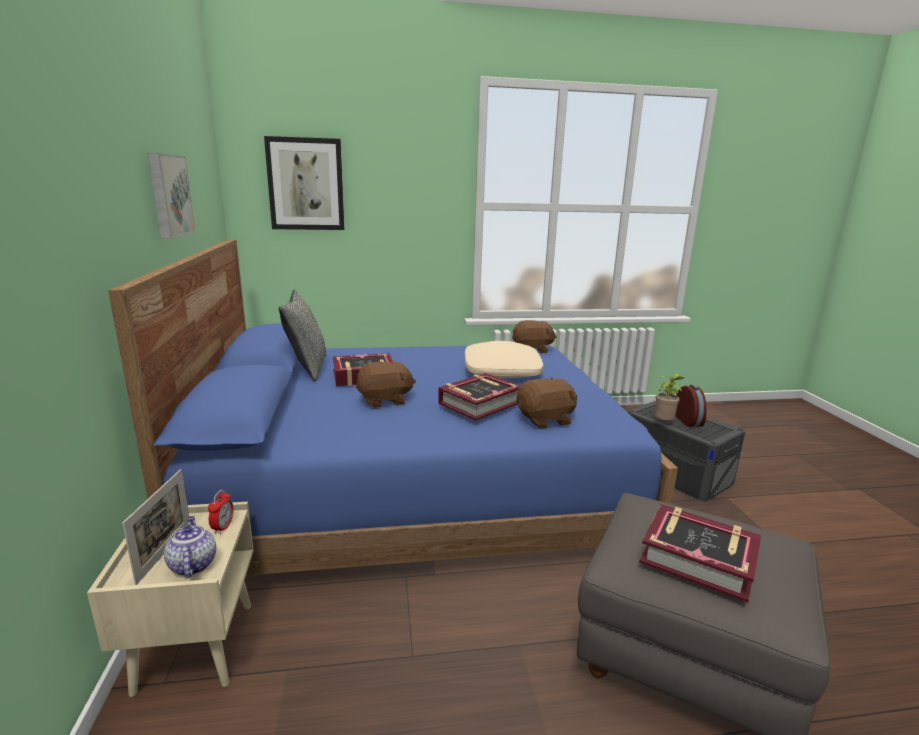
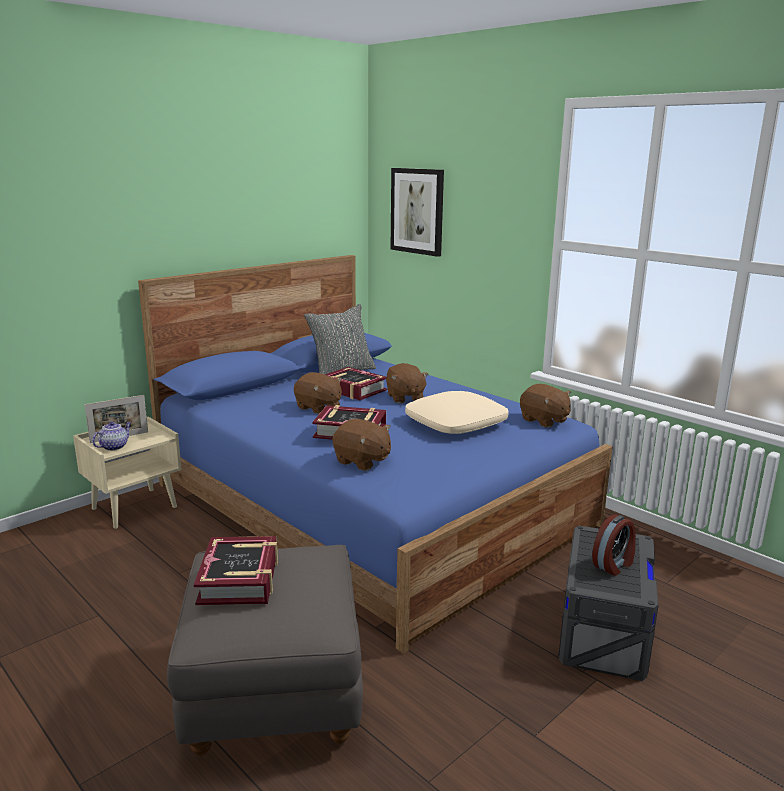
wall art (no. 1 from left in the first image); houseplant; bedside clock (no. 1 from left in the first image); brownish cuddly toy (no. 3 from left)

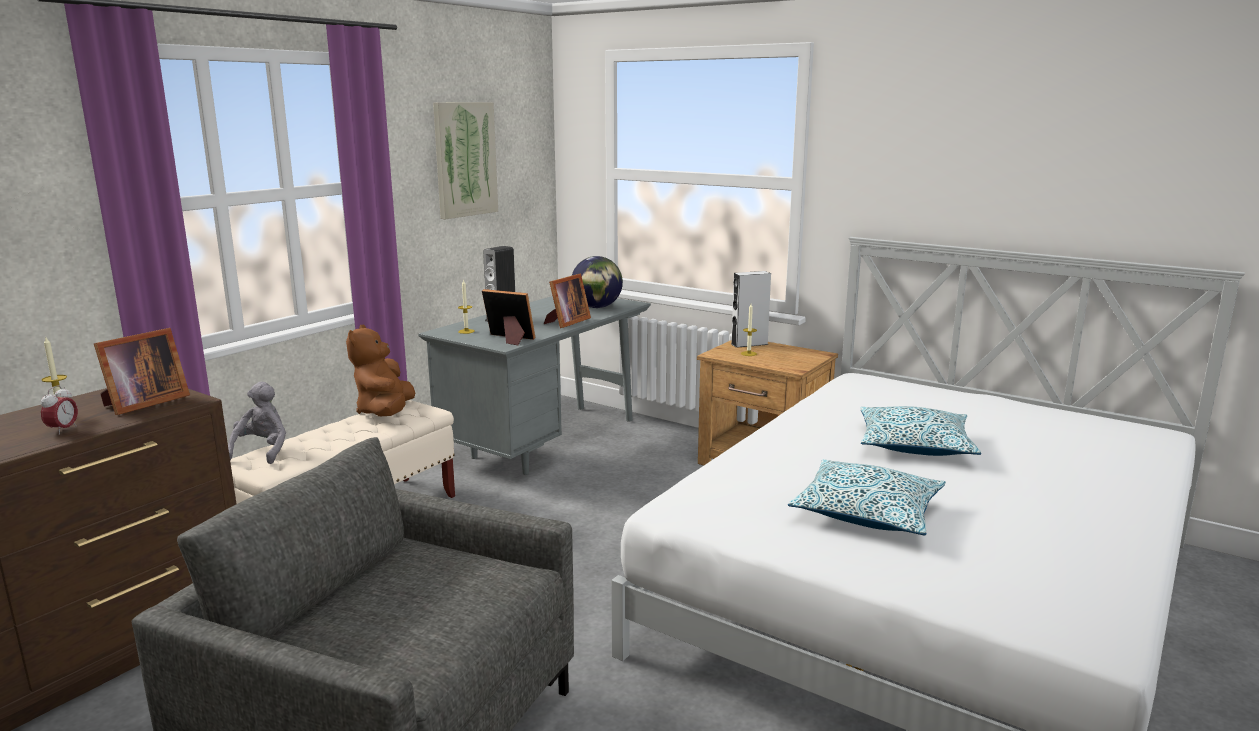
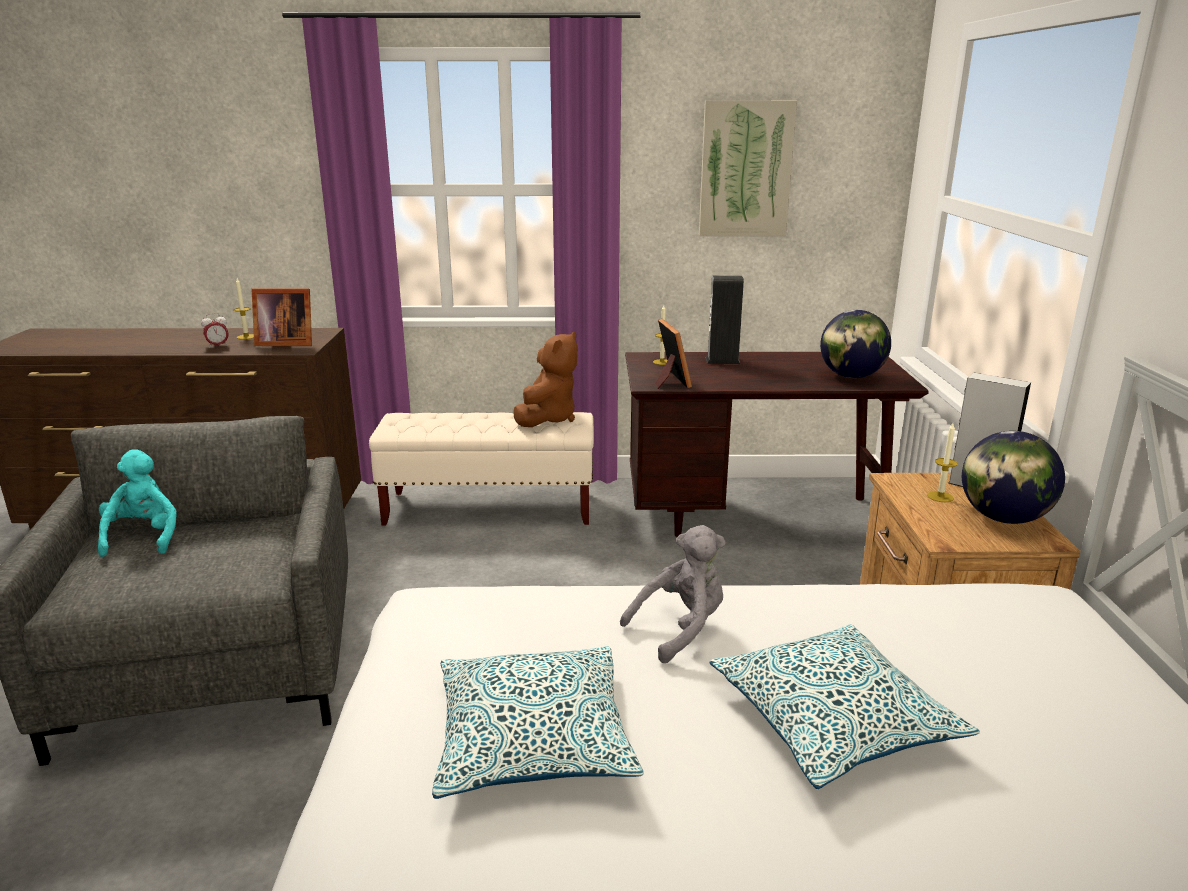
photo frame (no. 3 from left in the first image); brownish desk table; brownish cuddly toy; greyish cuddly toy; desk globe (no. 2 from left); turquoise cuddly toy

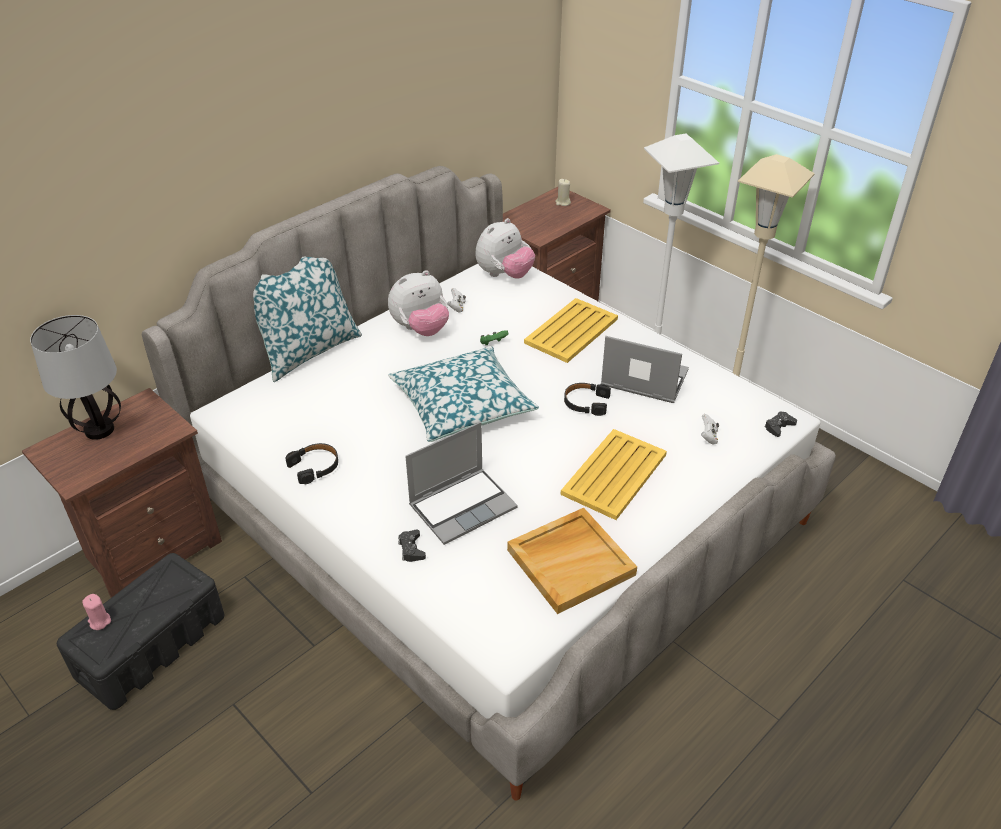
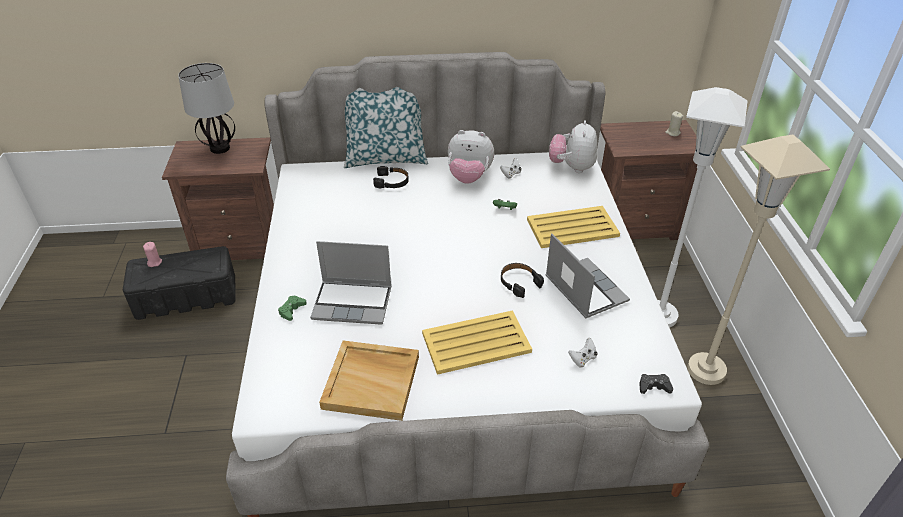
cuddly toy (no. 2 from left); pillow (no. 2 from left in the first image); black pair of headphones (no. 1 from left); green joypad (no. 1 from left)

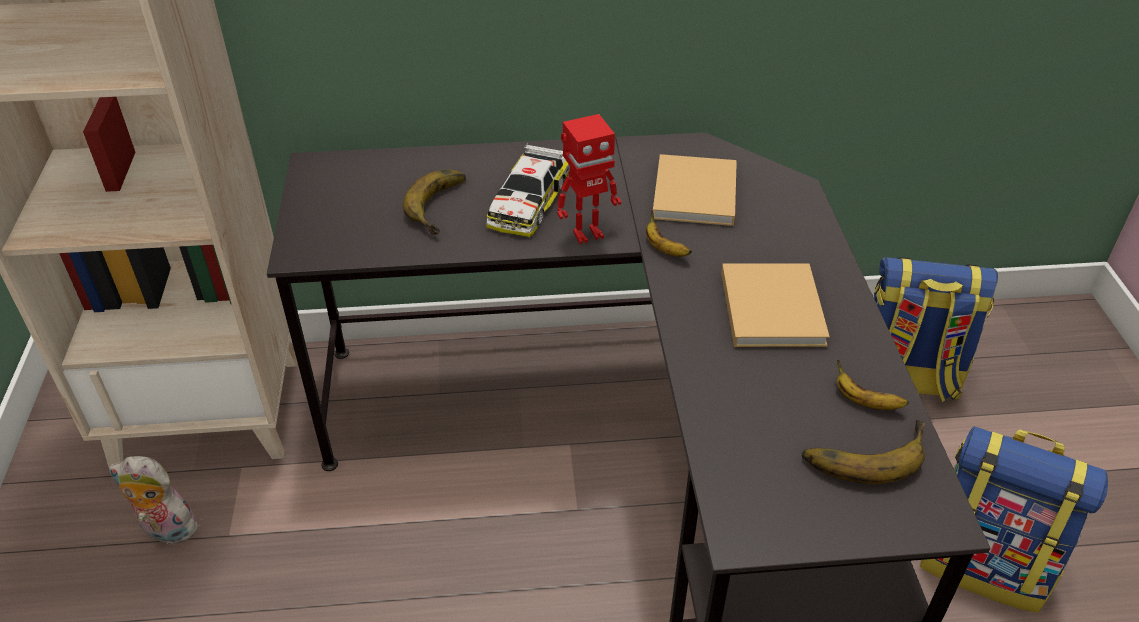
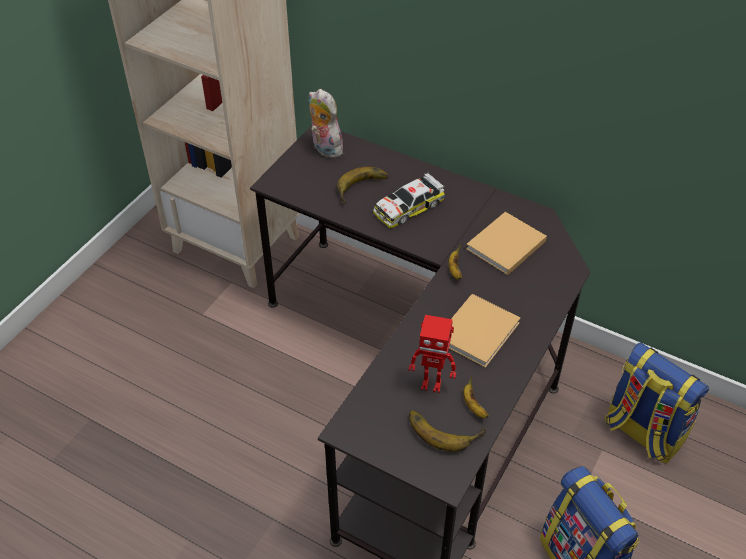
robot figure; cuddly toy

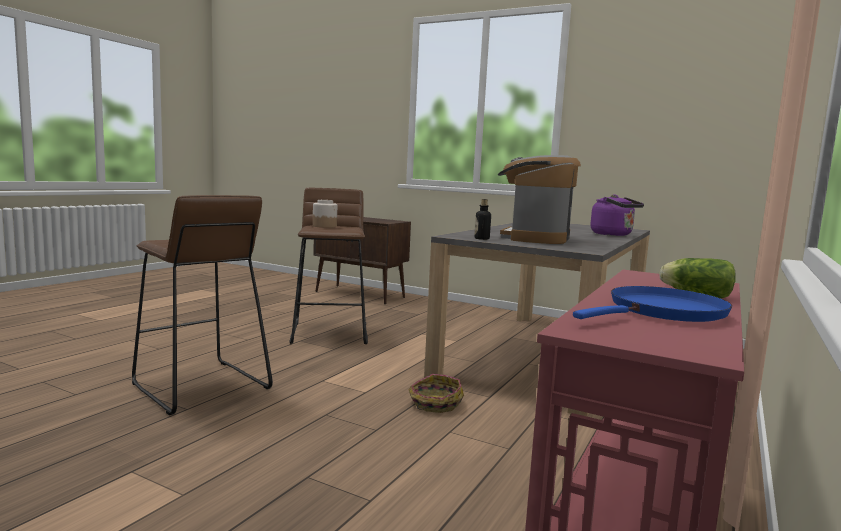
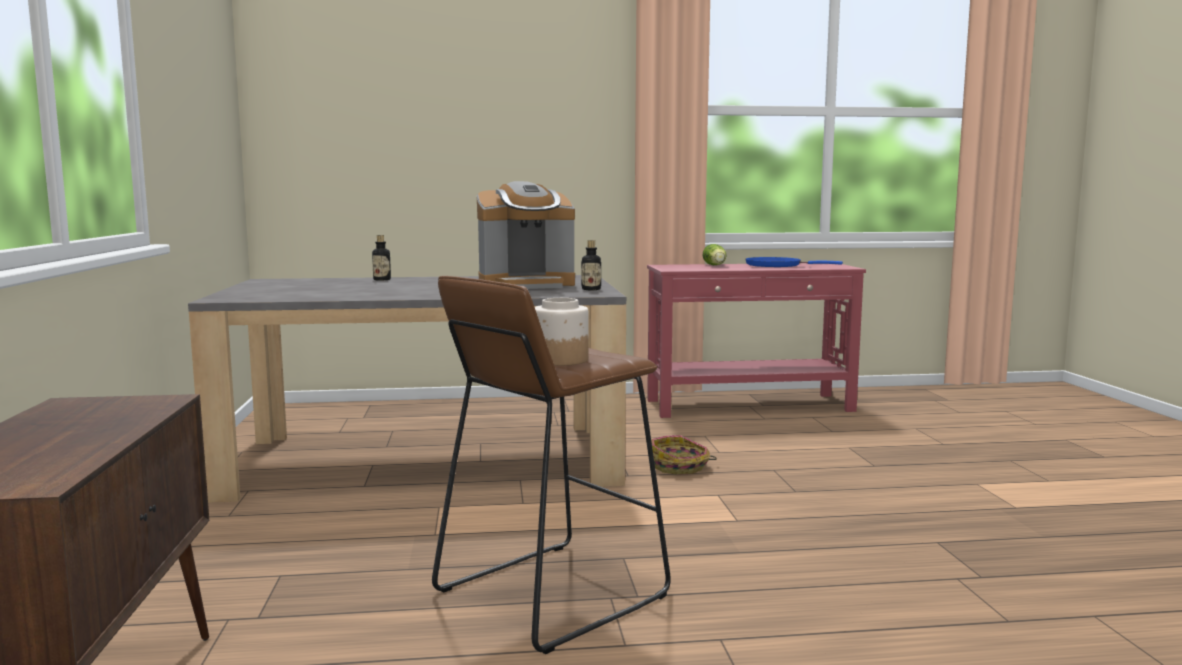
beverage bottle (no. 1 from left); brownish sitting stool (no. 1 from left in the first image)

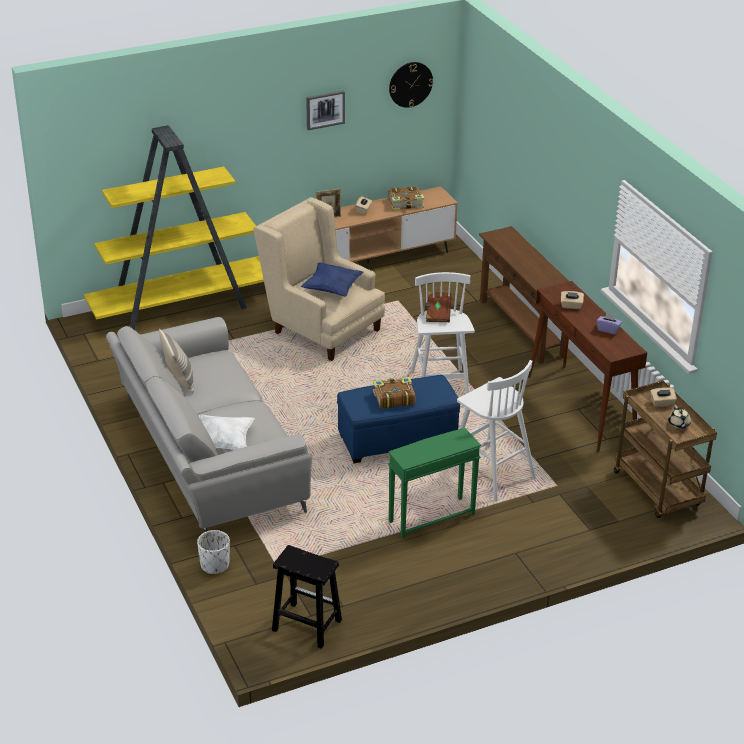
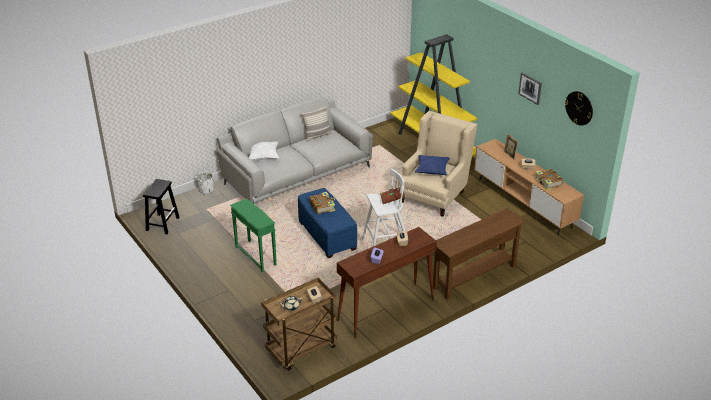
white sitting stool (no. 2 from left in the first image)

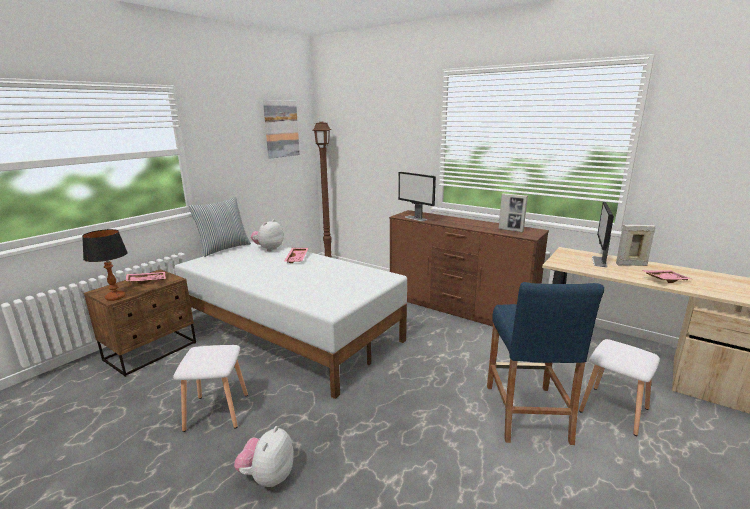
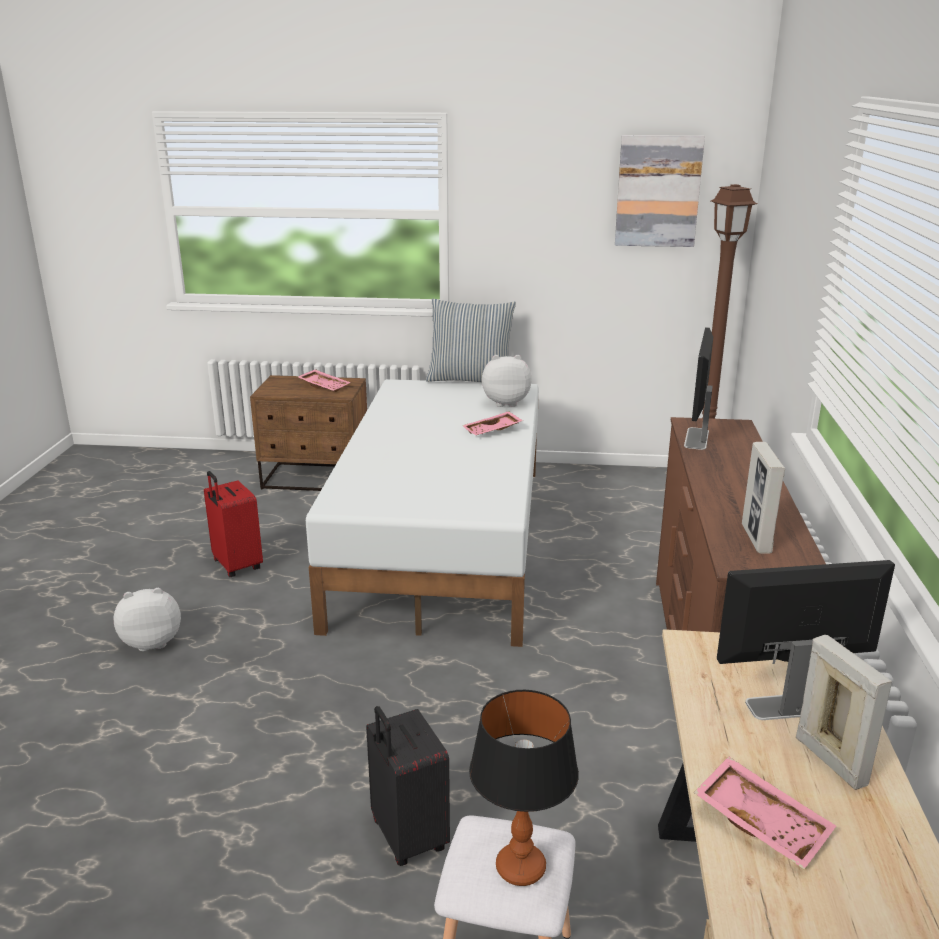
tabletop lamp; black suitcase; red suitcase

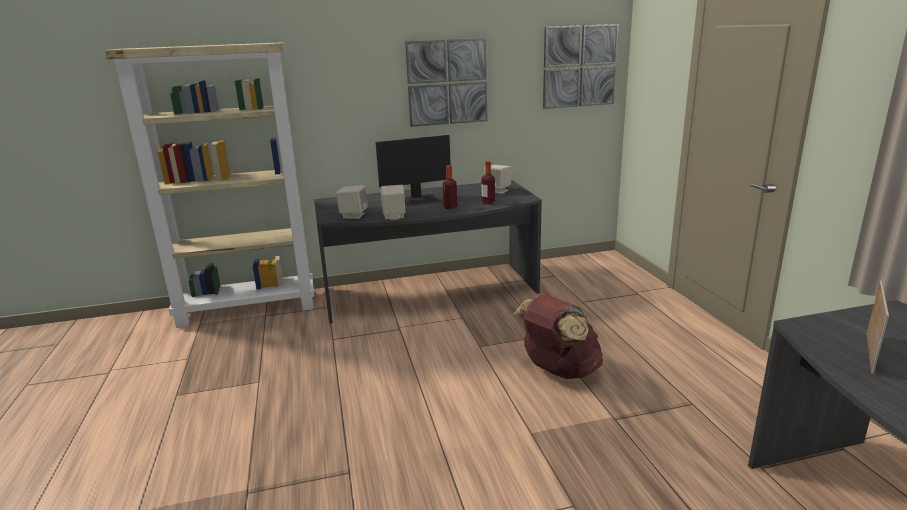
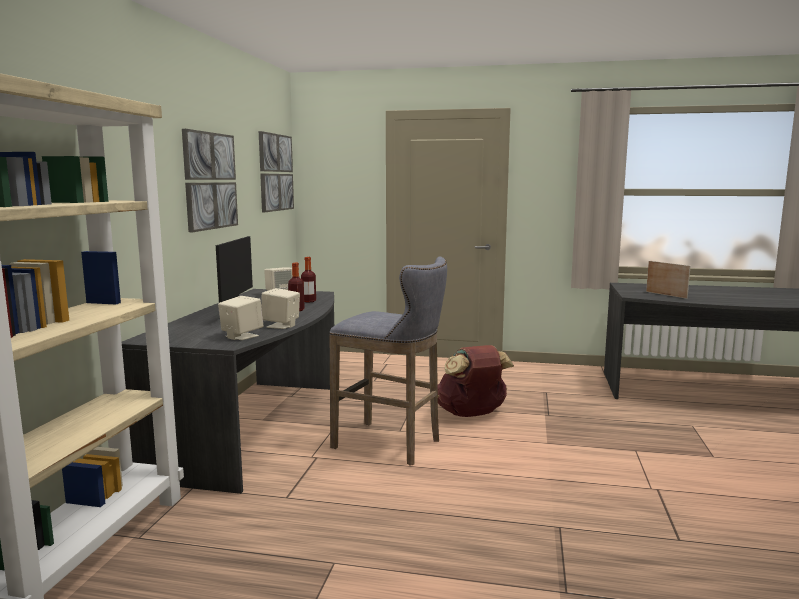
greyish sitting stool

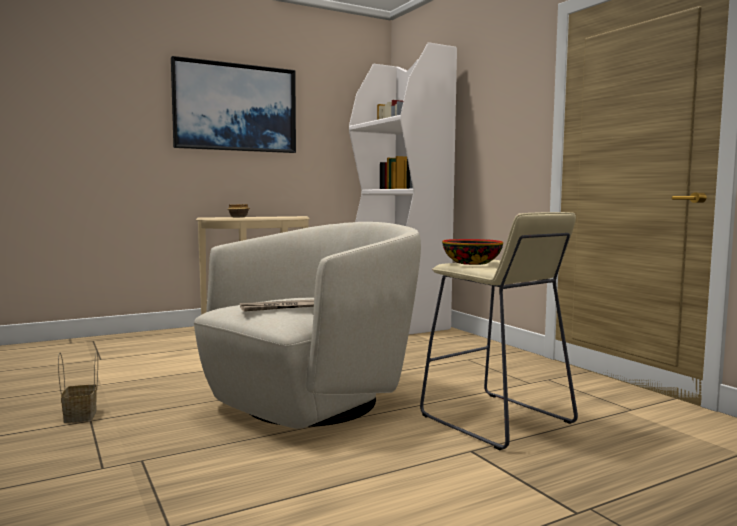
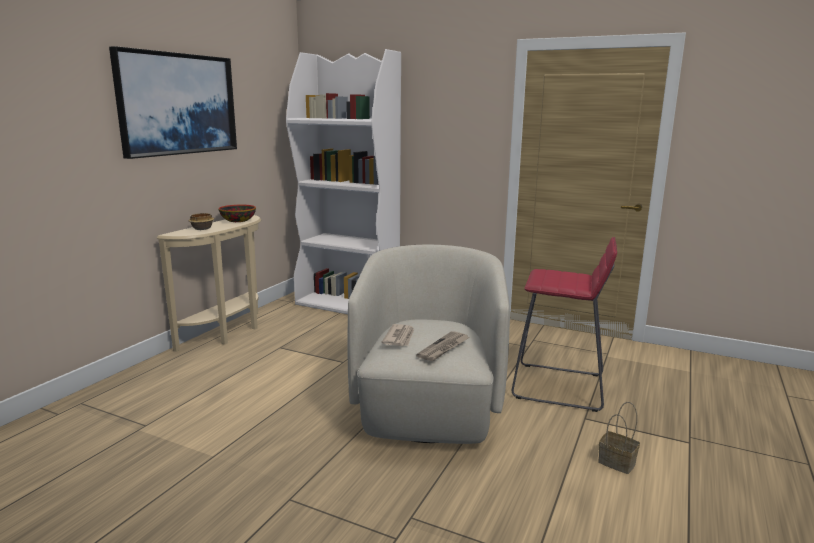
red sitting stool; bowl (no. 2 from left); storage basket; printed paper (no. 1 from left)

